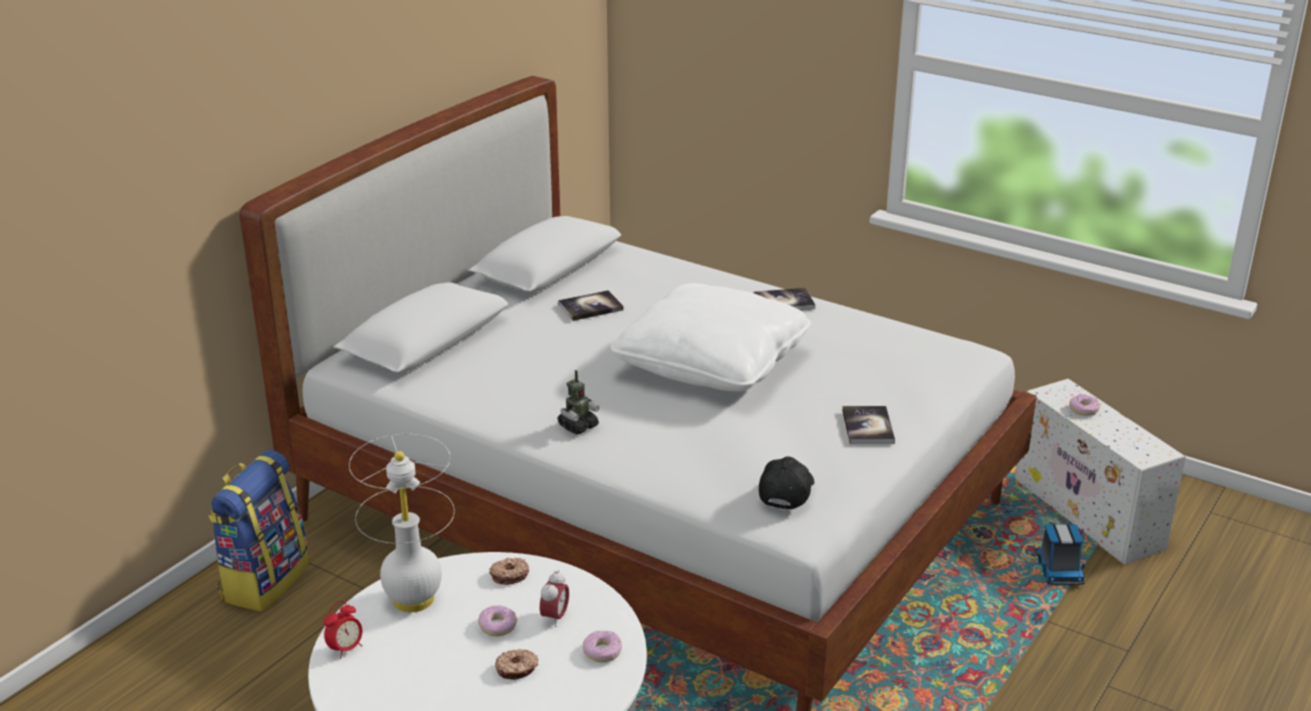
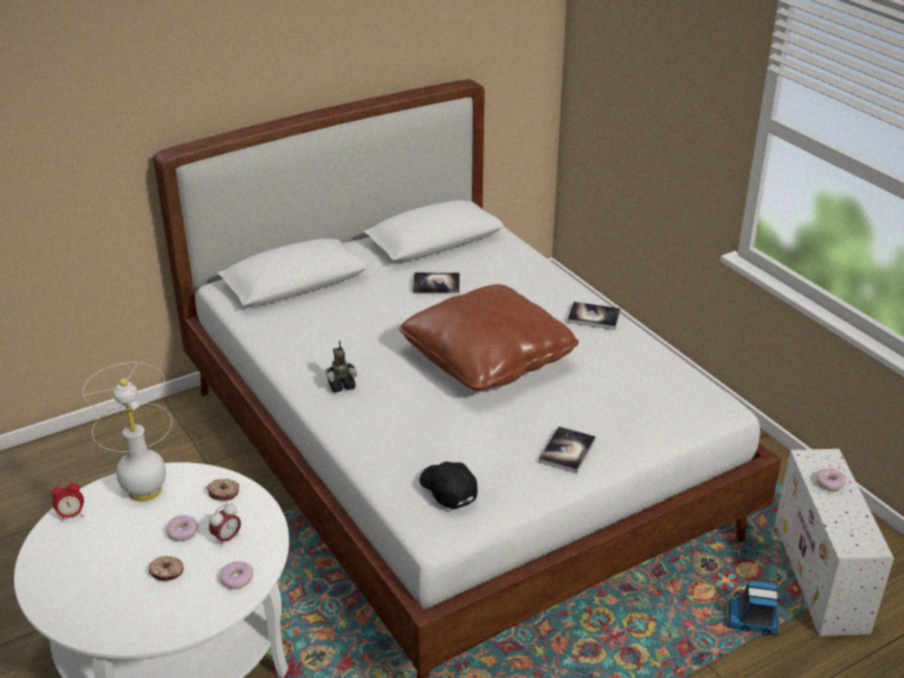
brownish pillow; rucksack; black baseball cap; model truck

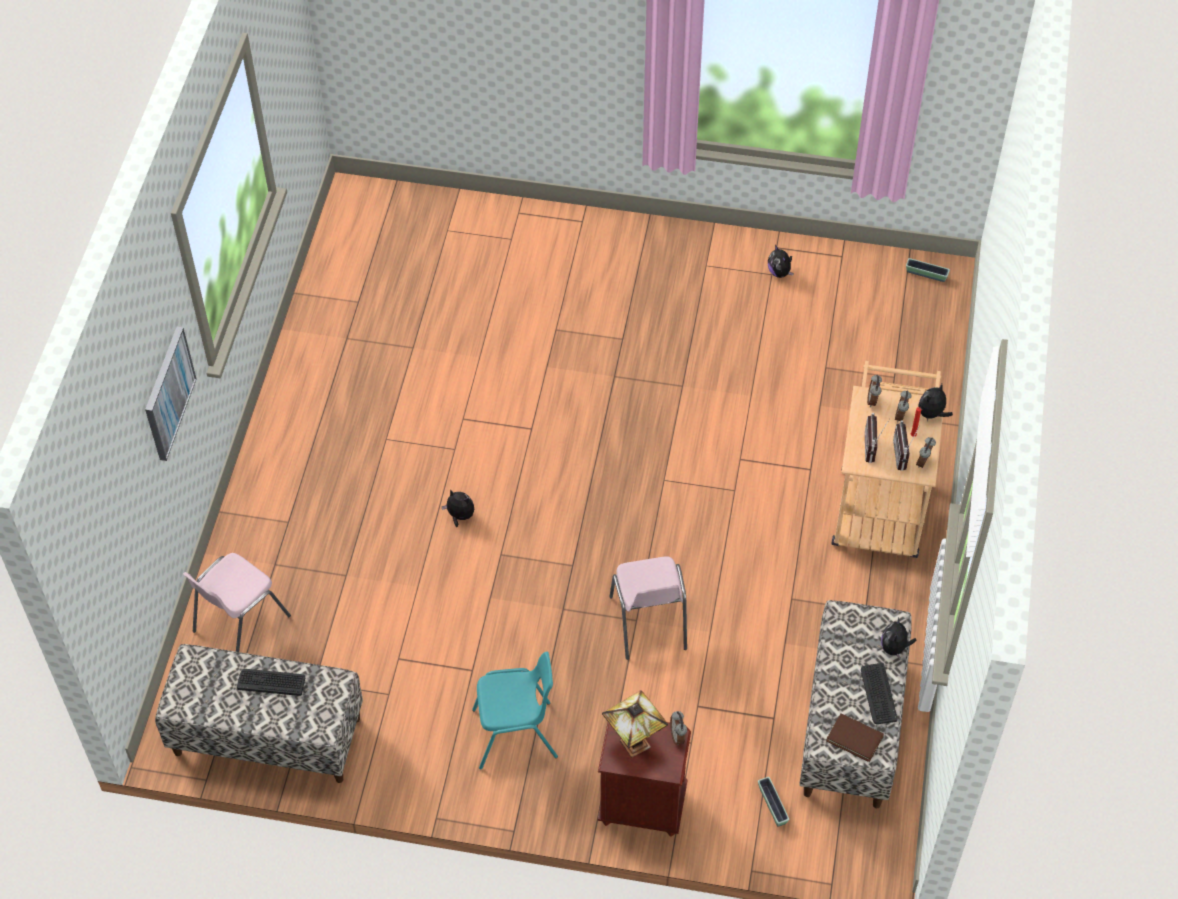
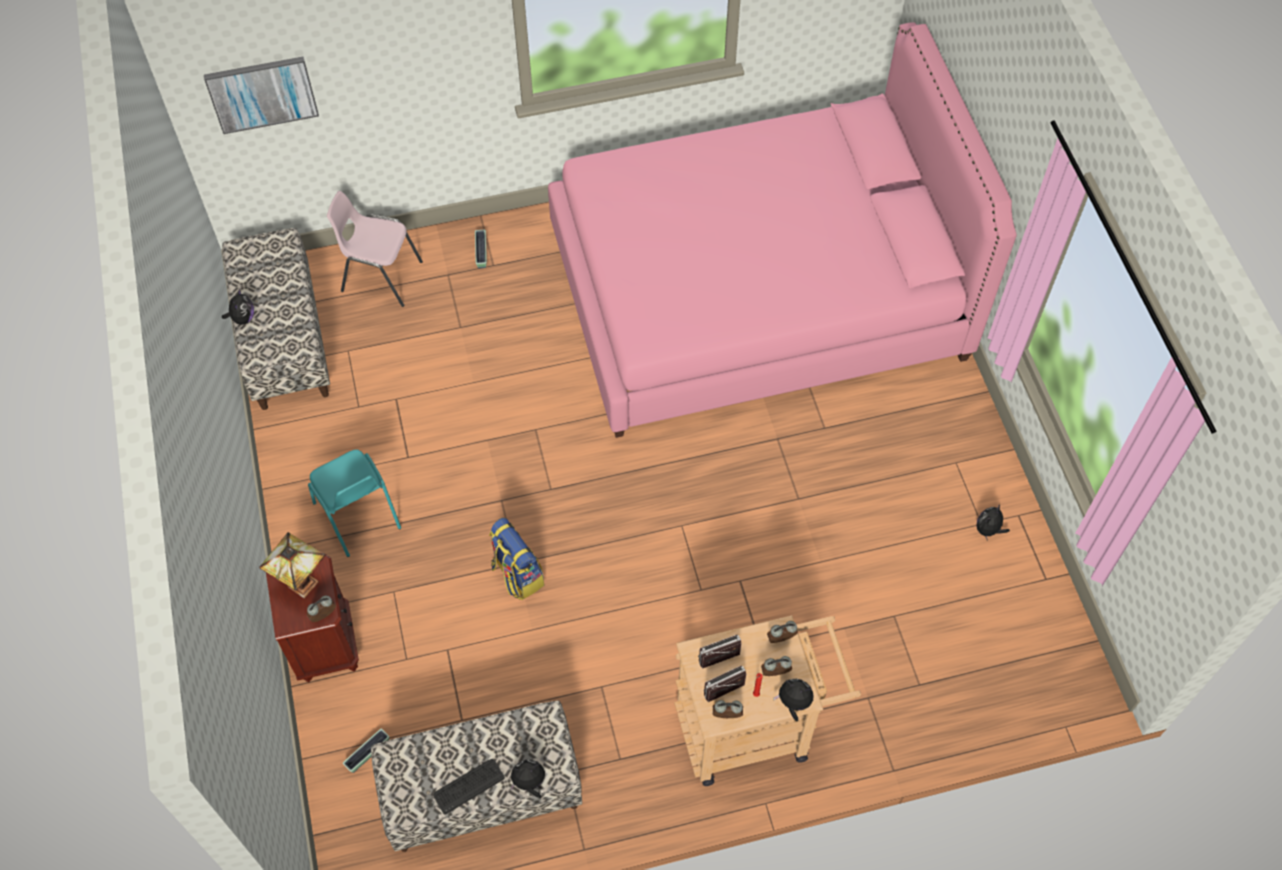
flower pot (no. 2 from left); wall art; cuddly toy (no. 1 from left); rucksack; computer keyboard (no. 1 from left in the first image); brownish bound book; pink-coloured bedroom bed

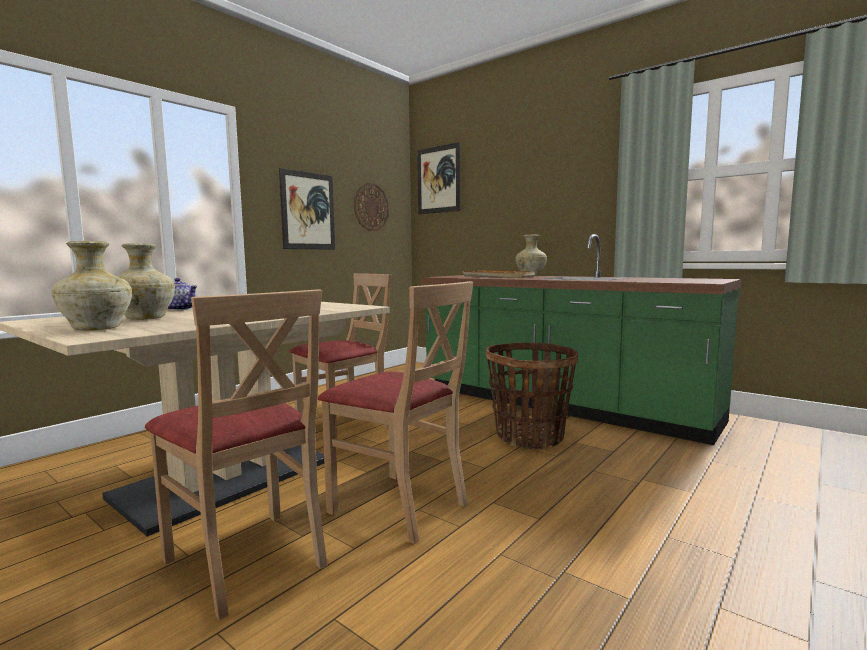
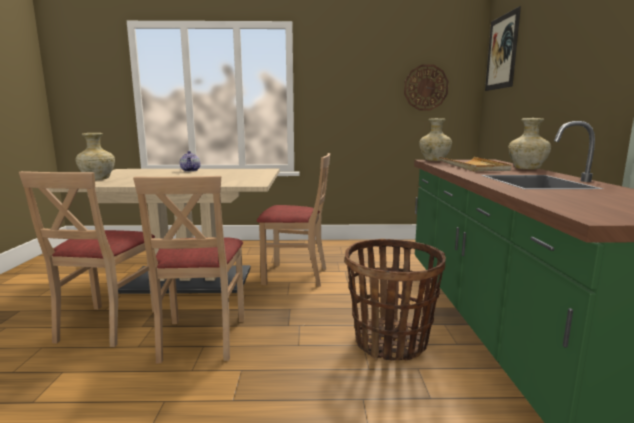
wall art (no. 1 from left in the first image); sand-coloured decorative vase (no. 2 from left)

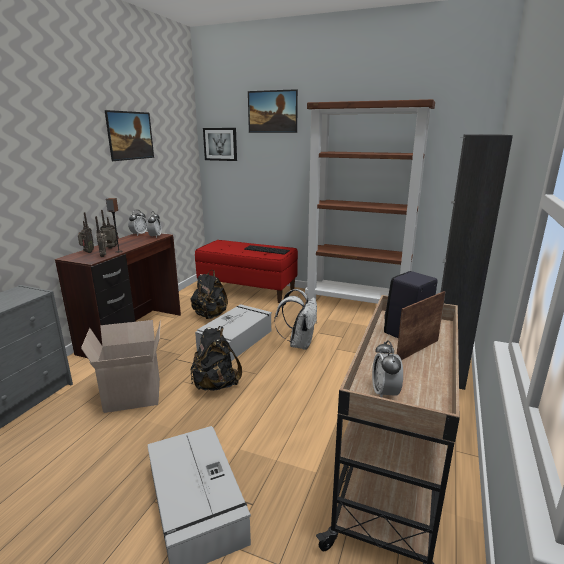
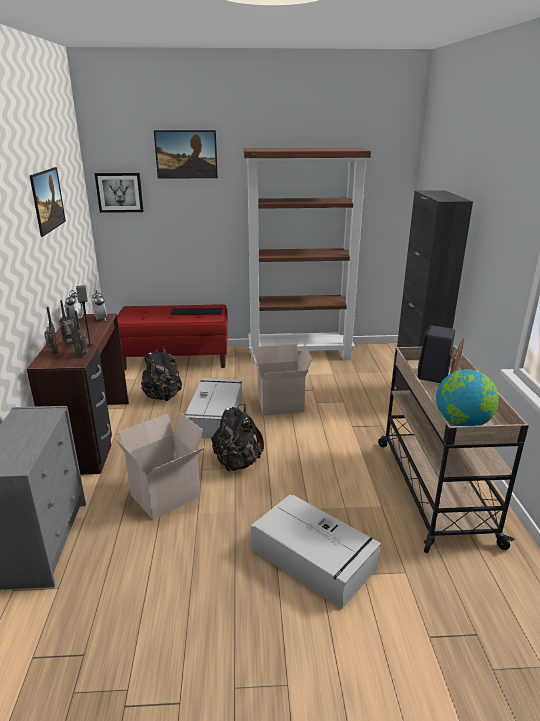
packing box (no. 2 from left); desk globe

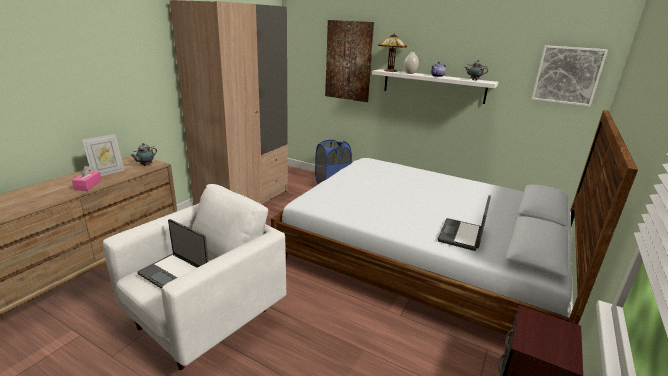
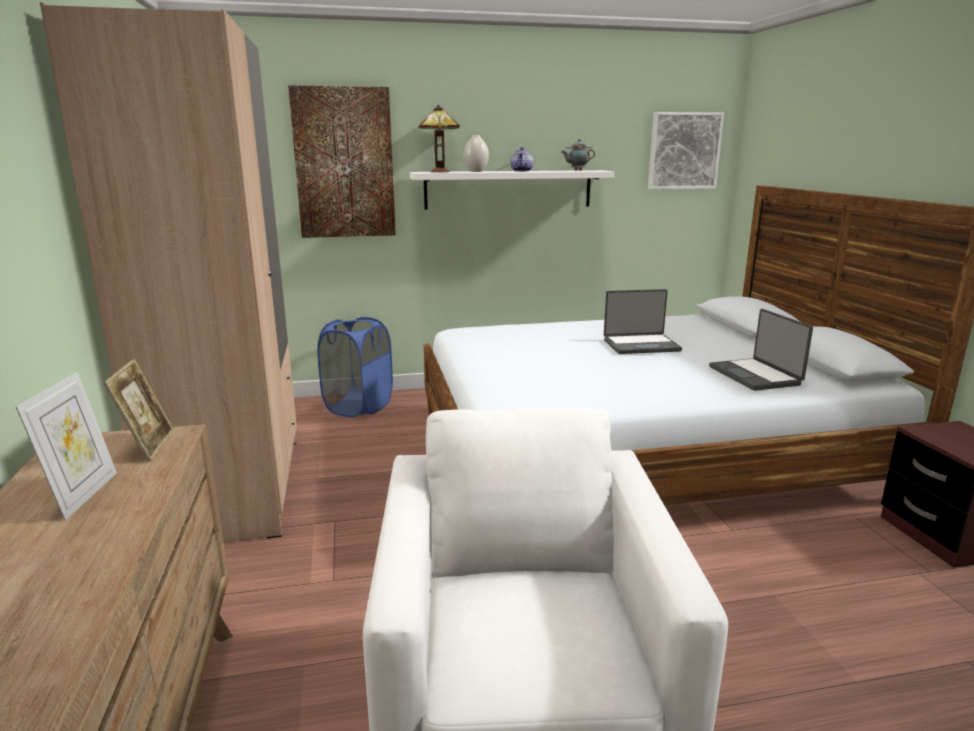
photo frame (no. 2 from left); pink-coloured tissue box; laptop (no. 1 from left)

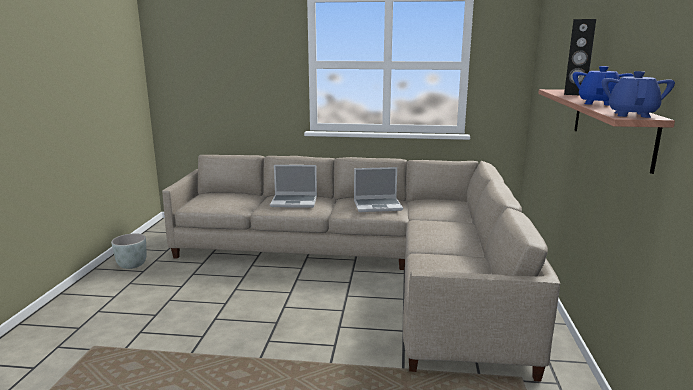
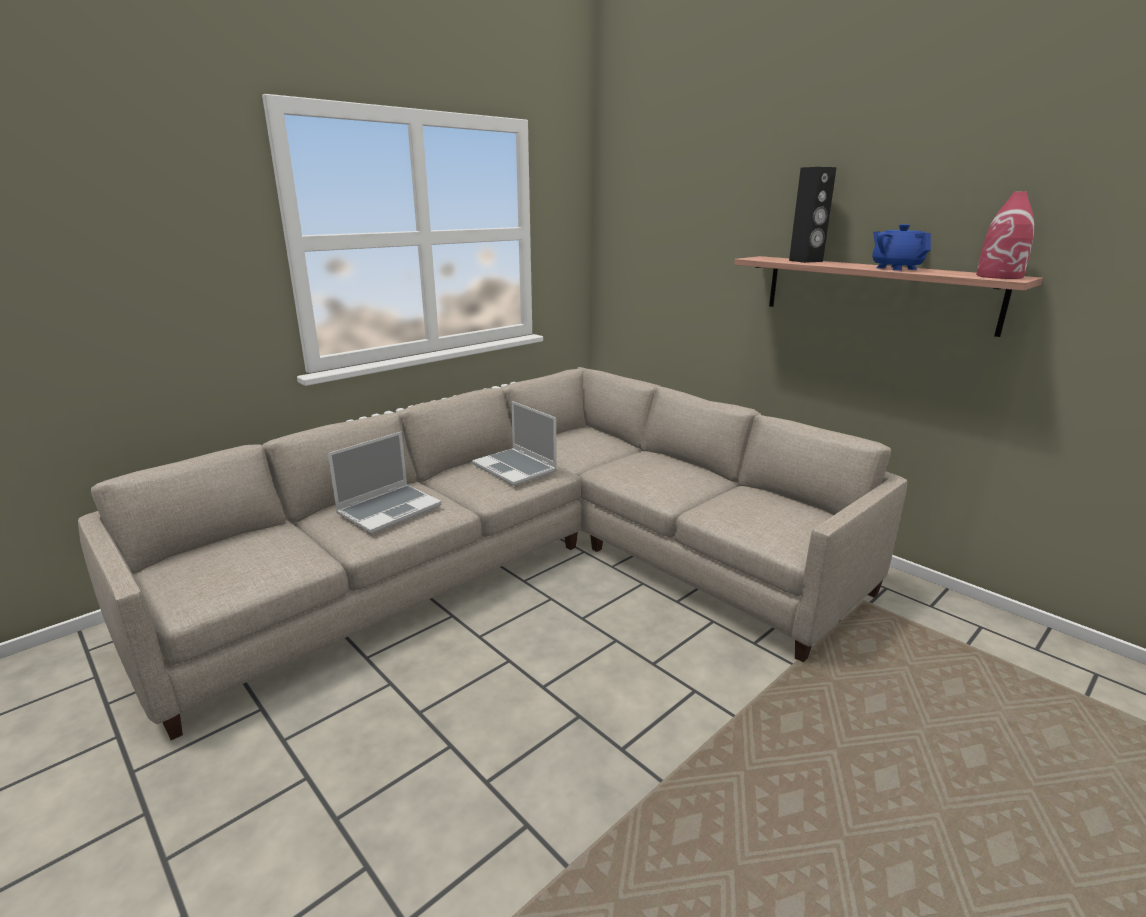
red decorative vase; laptop (no. 2 from left); greyish flower pot

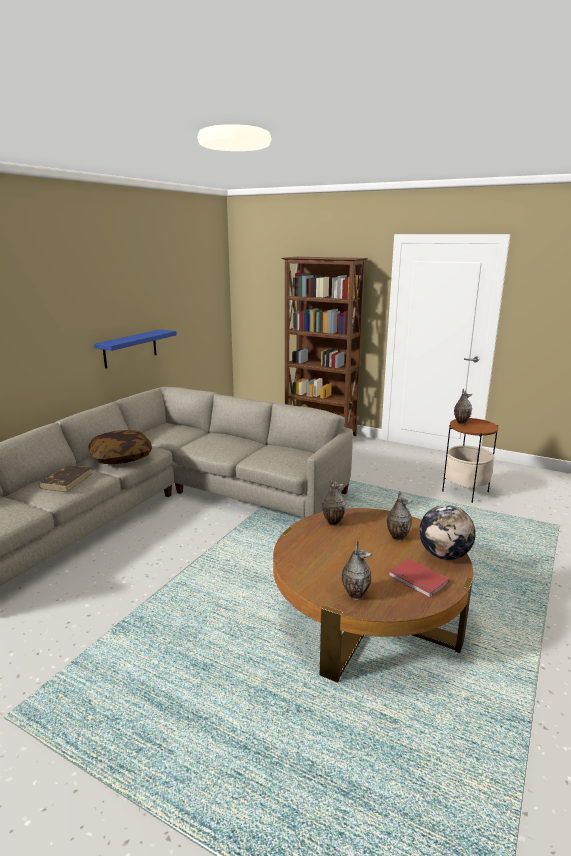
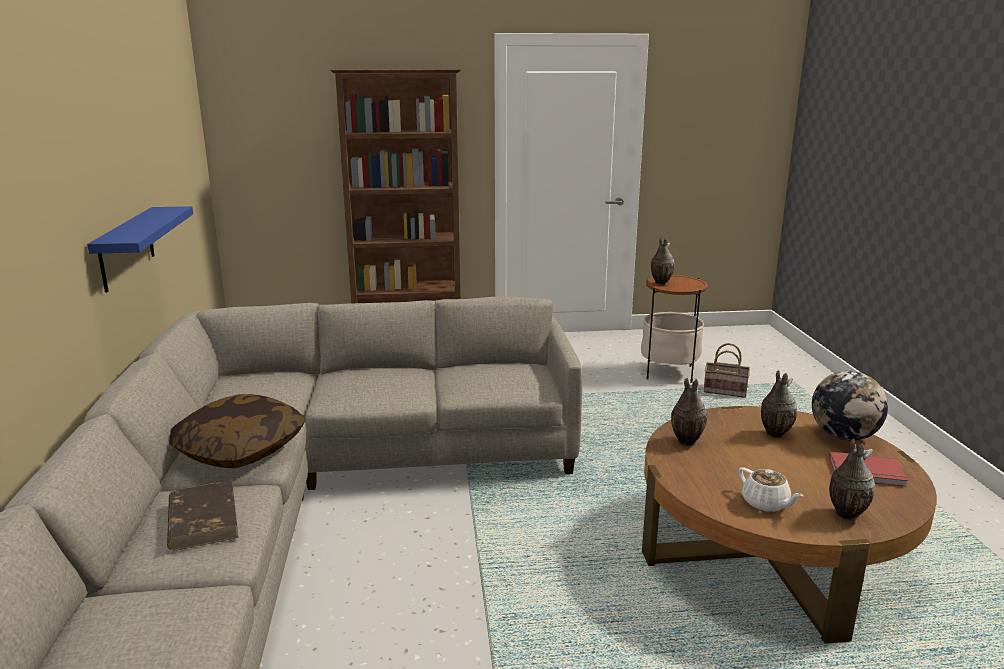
storage basket; white pot for tea

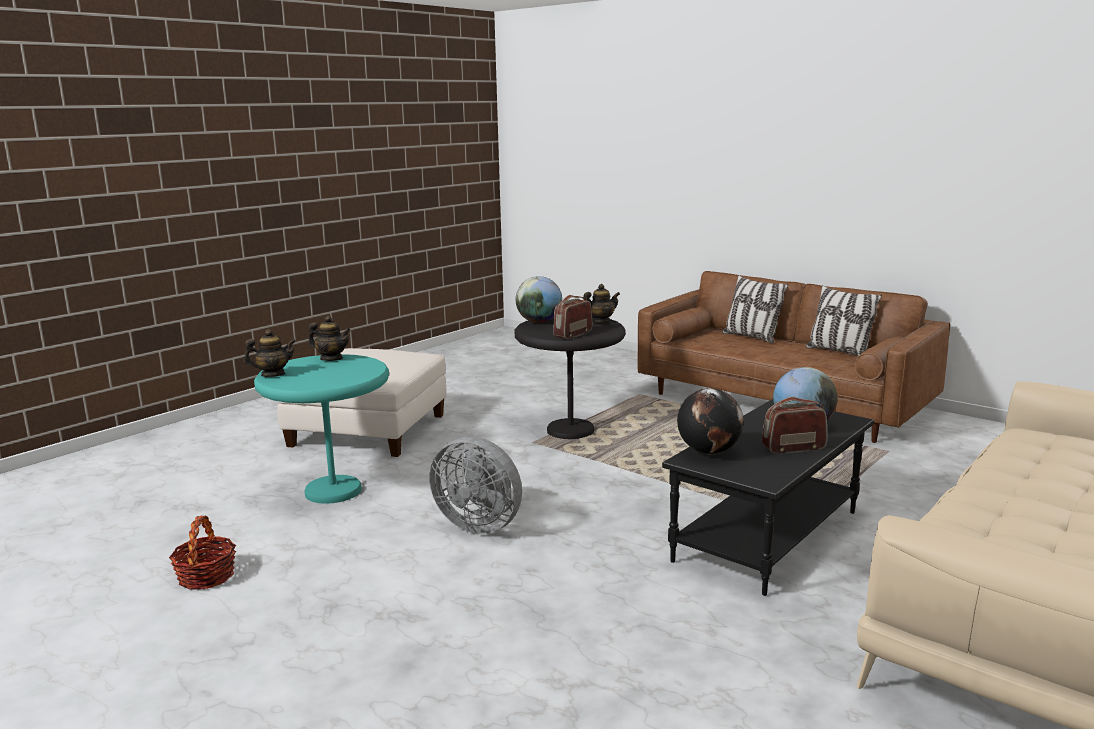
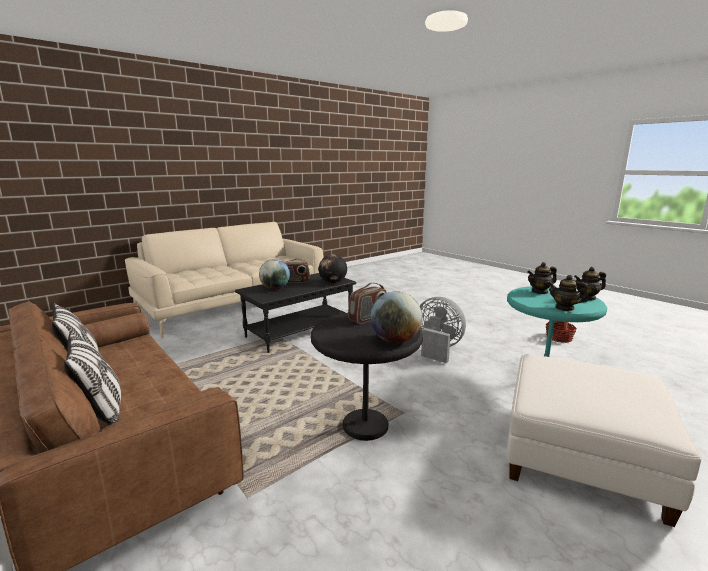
pot for tea (no. 1 from left)

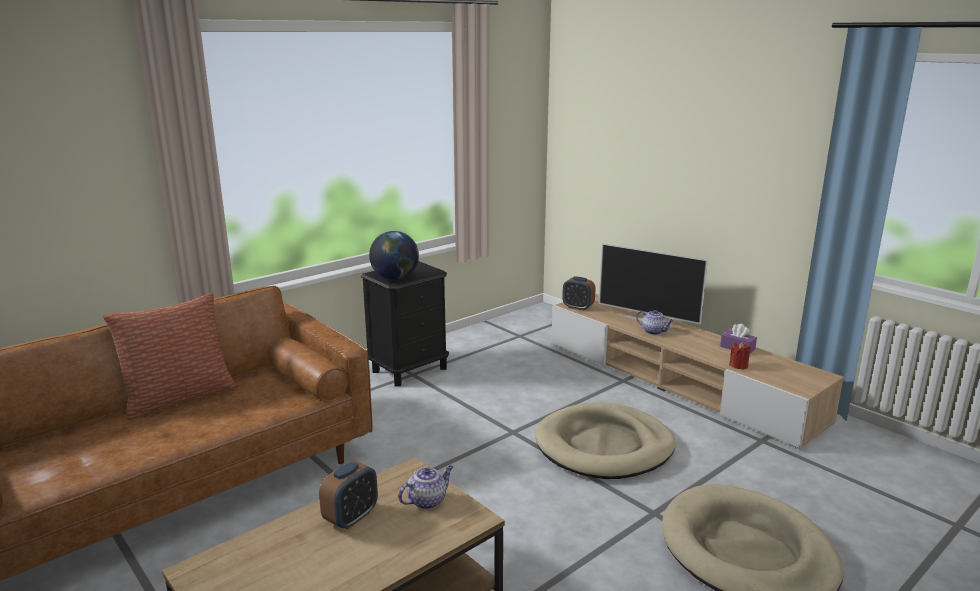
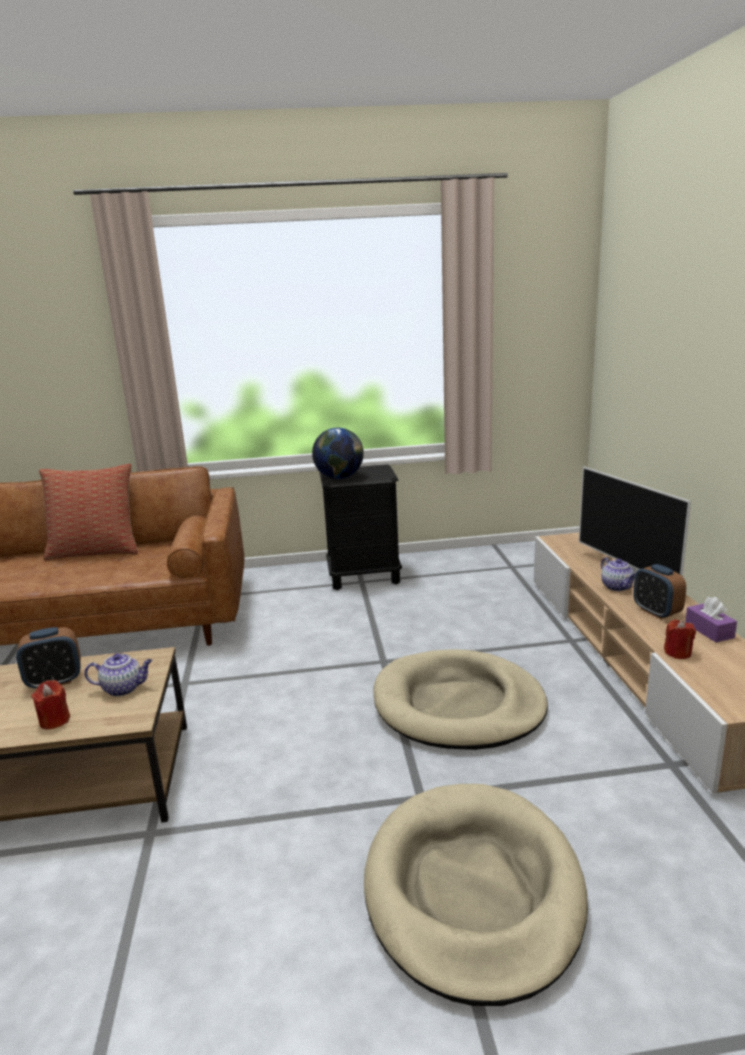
bedside clock (no. 2 from left); red candle (no. 1 from left)

